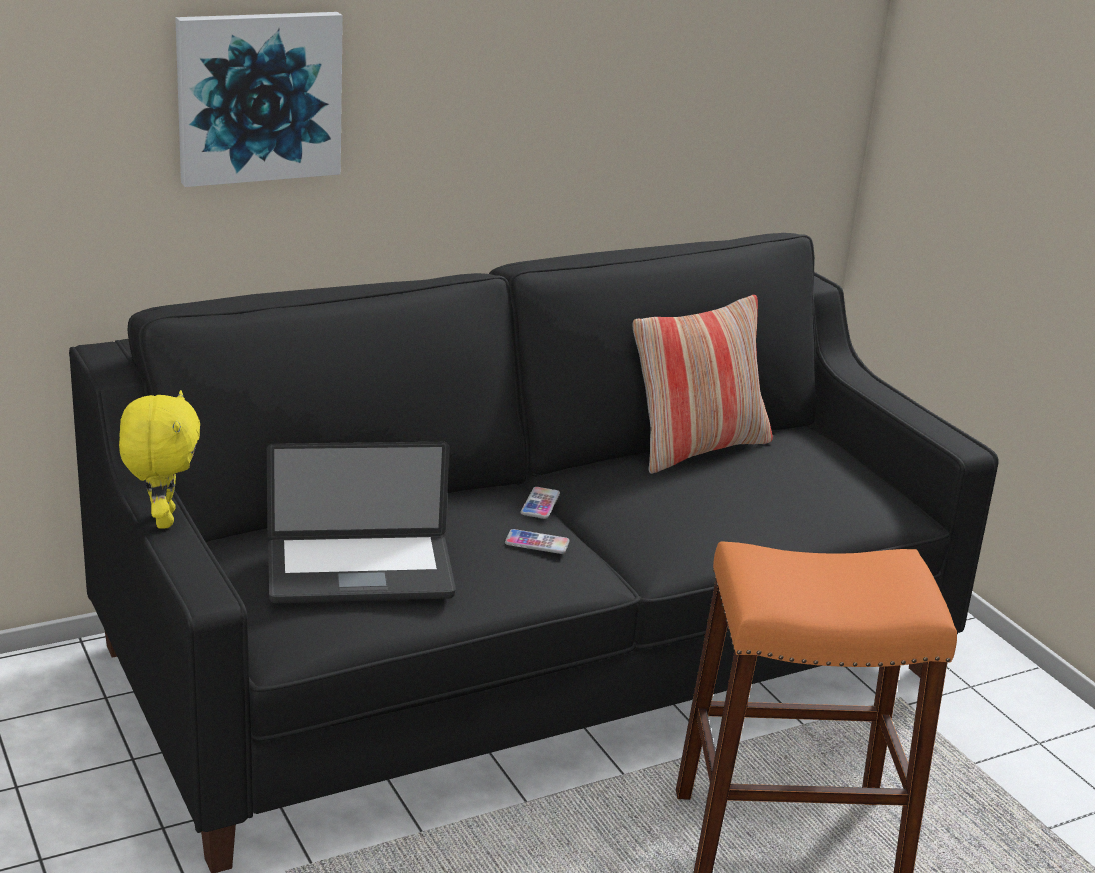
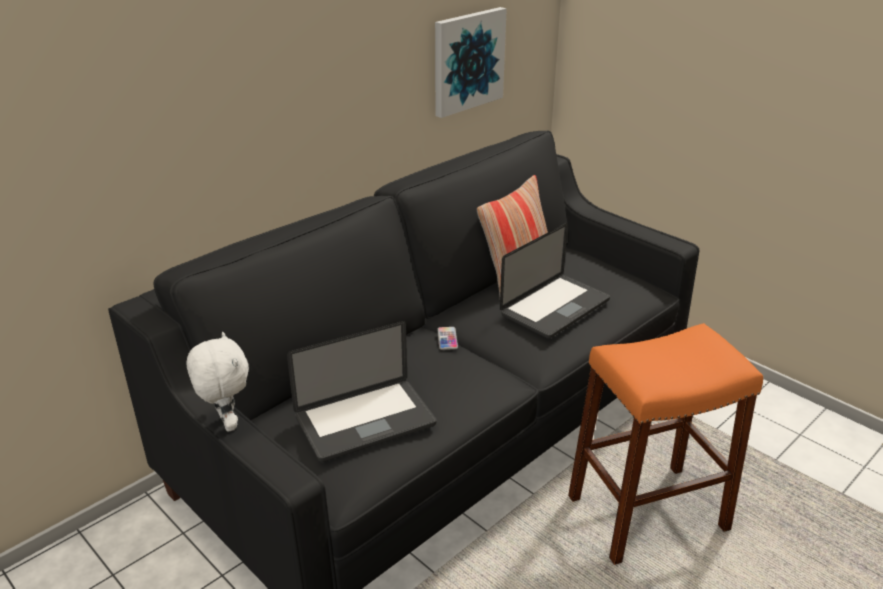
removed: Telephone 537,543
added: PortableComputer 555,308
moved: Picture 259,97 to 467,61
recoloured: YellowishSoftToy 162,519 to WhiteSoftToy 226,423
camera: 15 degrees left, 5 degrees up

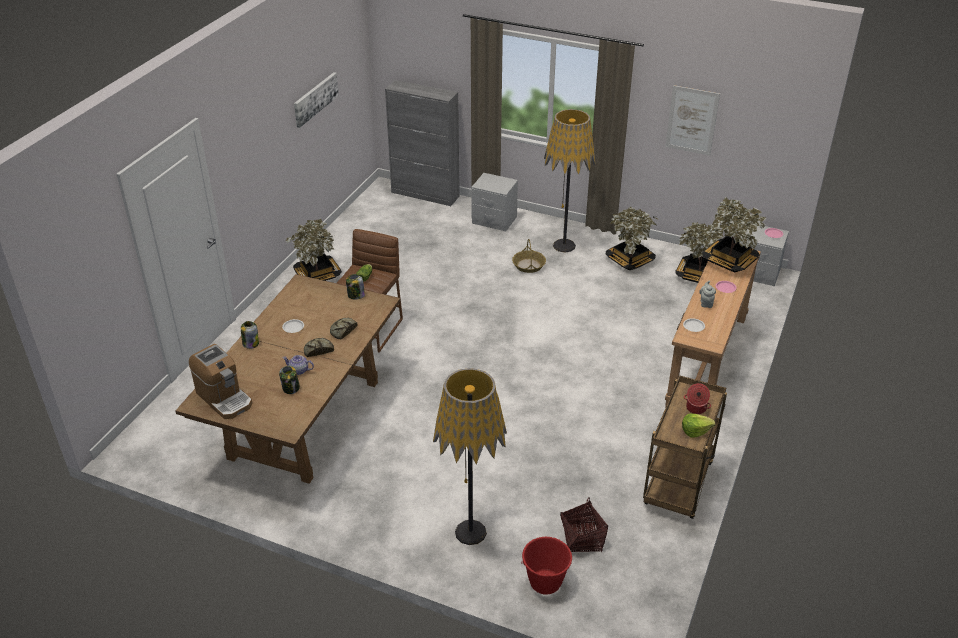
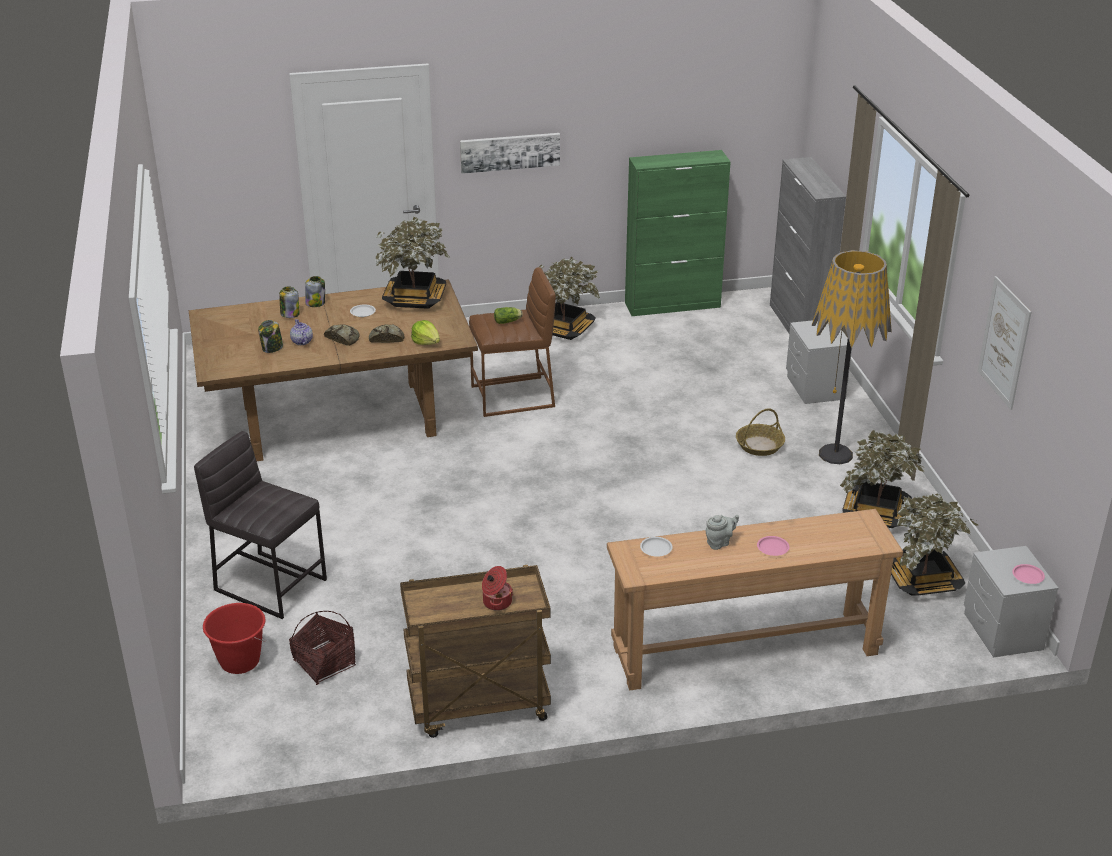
removed: CoffeeMaker 224,398
added: GreenCabinet 673,305
moved: Picture 315,99 to 510,152; PreserveJar 356,295 to 290,314; HeadOfLettuce 695,431 to 426,342; PlantInAPot 729,261 to 414,299
replaced: StandardLamp 470,532 to GreyishStoolSeat 270,584
camera: 55 degrees right, 5 degrees down

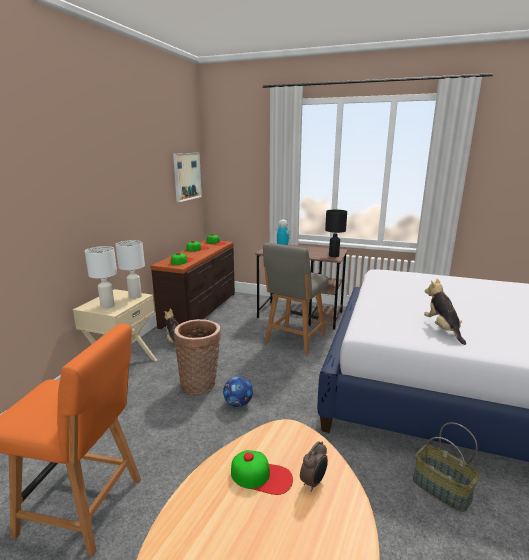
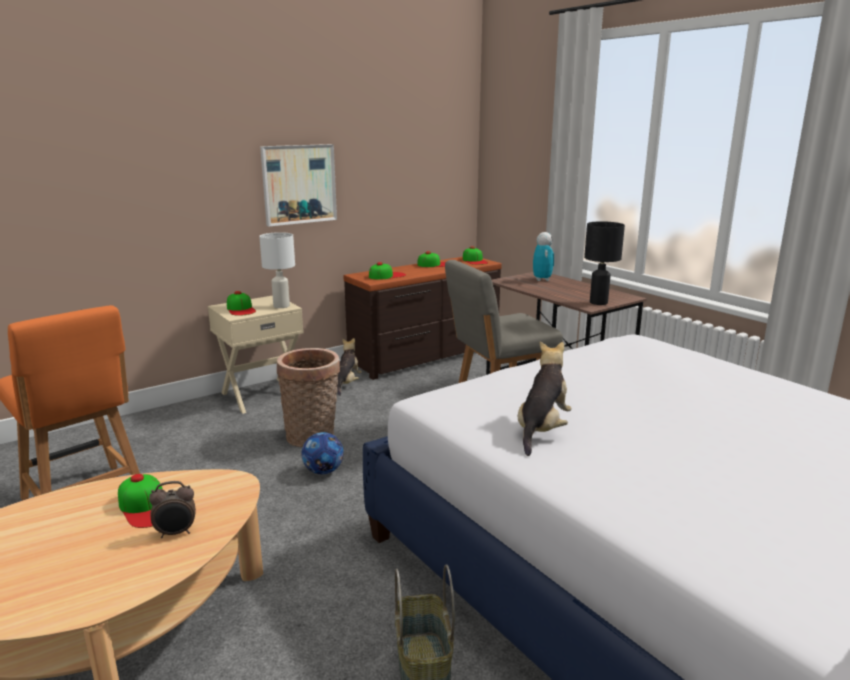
moved: Picture 186,176 to 299,184
replaced: WhiteTableLamp 107,305 to Cap 241,309
camera: 35 degrees right, 0 degrees up

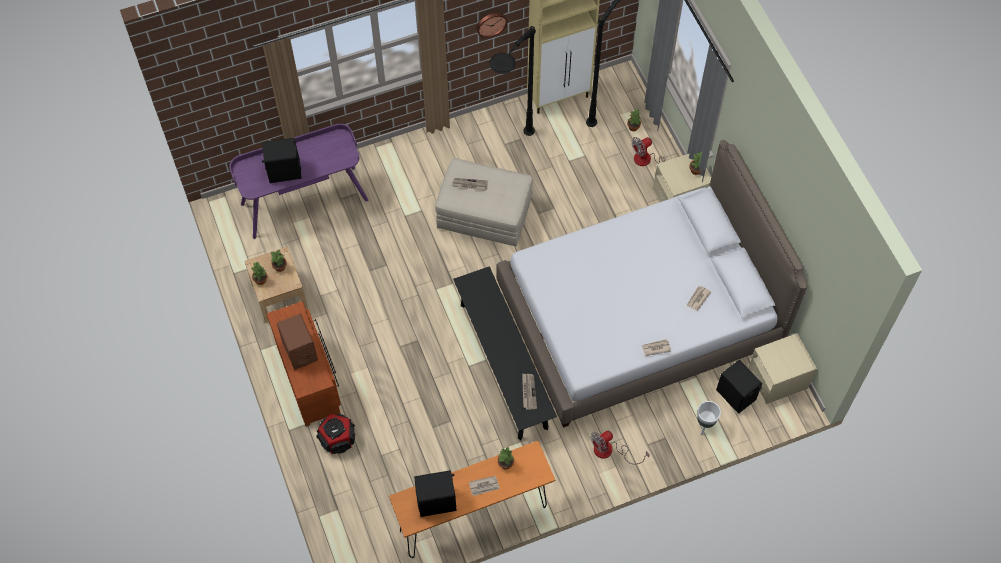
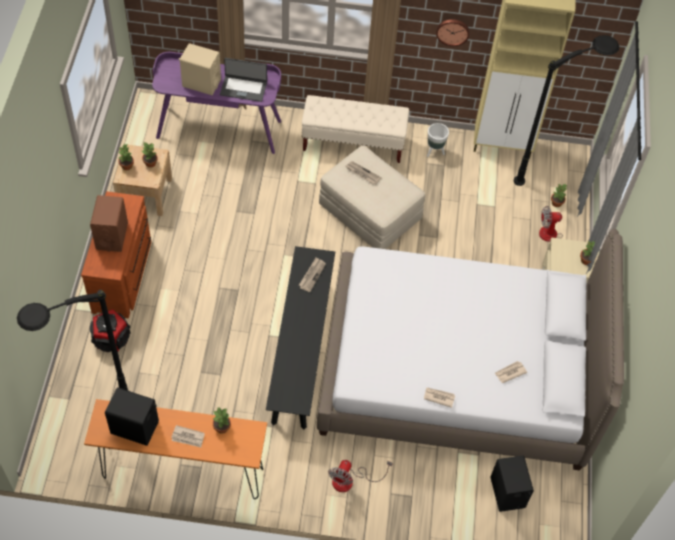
removed: SandColouredBedsideTable 777,379
added: PortableComputer 243,88; SandColouredIndoorBench 353,143
moved: BlackStandardLamp 509,156 to 85,414; PrintedPaper 528,391 to 312,275; WhitePlantPot 705,425 to 434,152
recoloured: BlackLoudspeaker 284,171 to SandColouredLoudspeaker 201,83
turned: Fan 610,451 = 350,480 60 degrees counterclockwise
camera: 25 degrees right, 5 degrees down

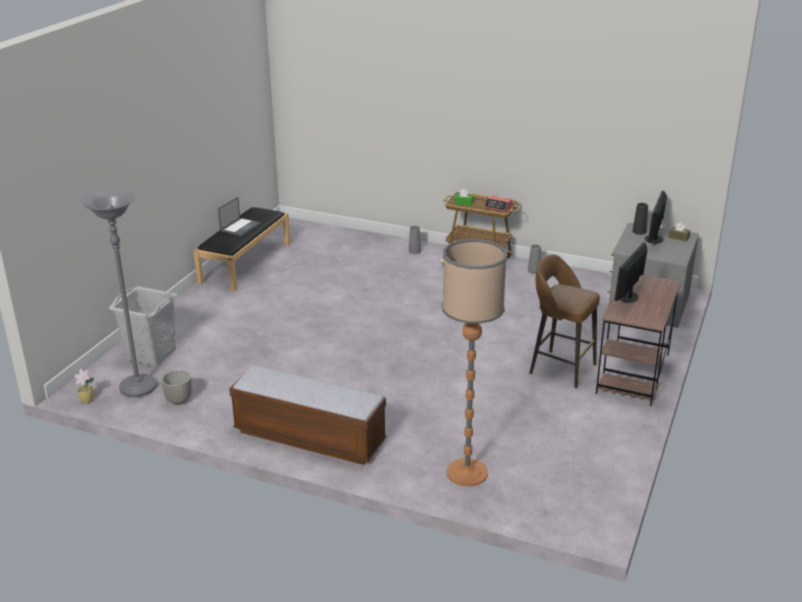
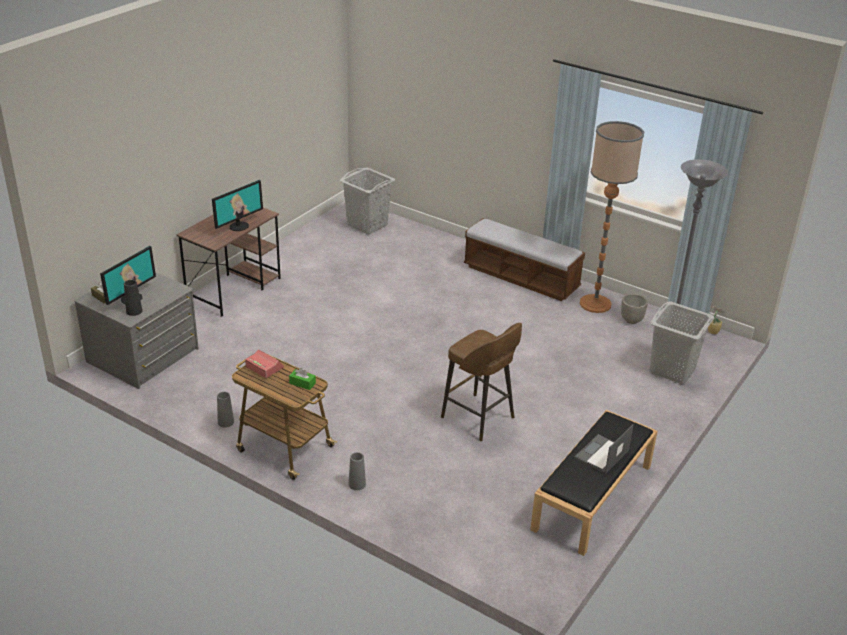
added: GreyishLaundryBasket 367,224
moved: StandardLamp 467,473 to 595,304; BrownStoolSeat 560,368 to 479,418
camera: 170 degrees left, 5 degrees up

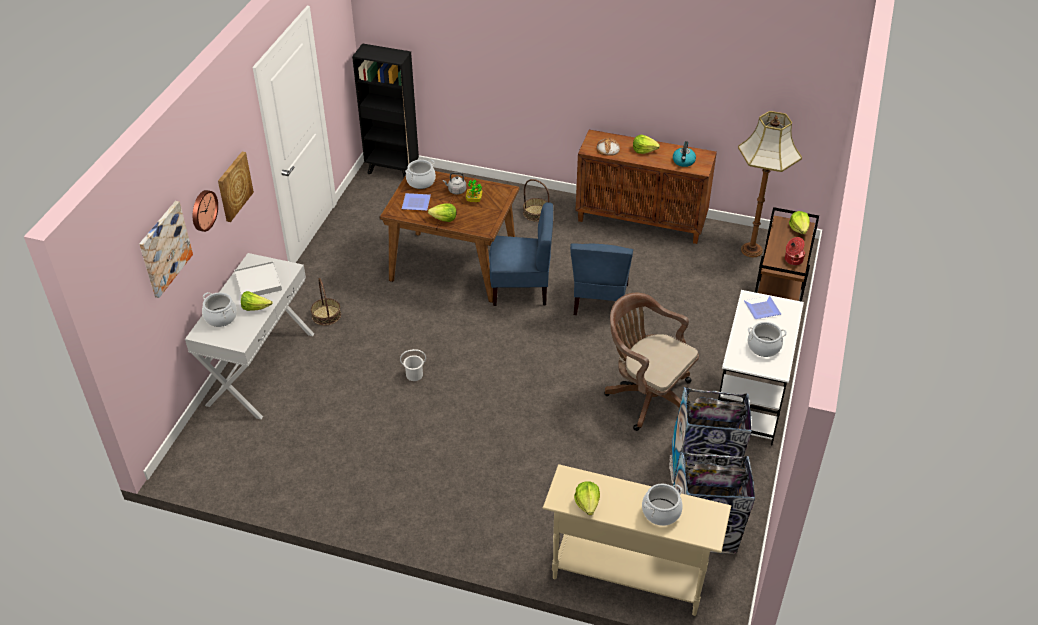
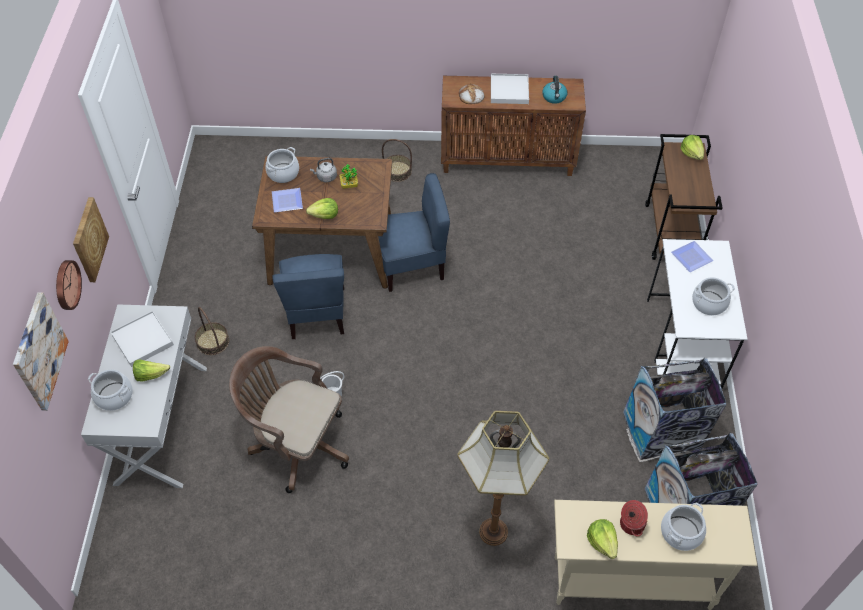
removed: BlackBookshelf 392,170
moved: BlueColouredUprightChair 599,300 to 316,314; BrownDeskChair 647,396 to 296,444; StandardLamp 751,251 to 493,533; Saucepot 793,260 to 631,524
replaced: HeadOfLettuce 644,150 to WhiteCarryingTray 509,90
camera: 15 degrees left, 10 degrees up

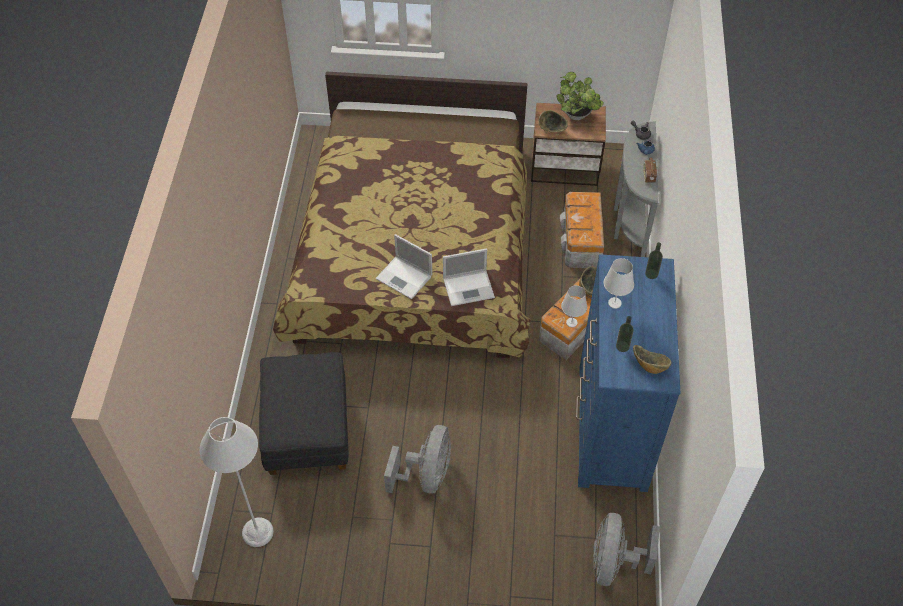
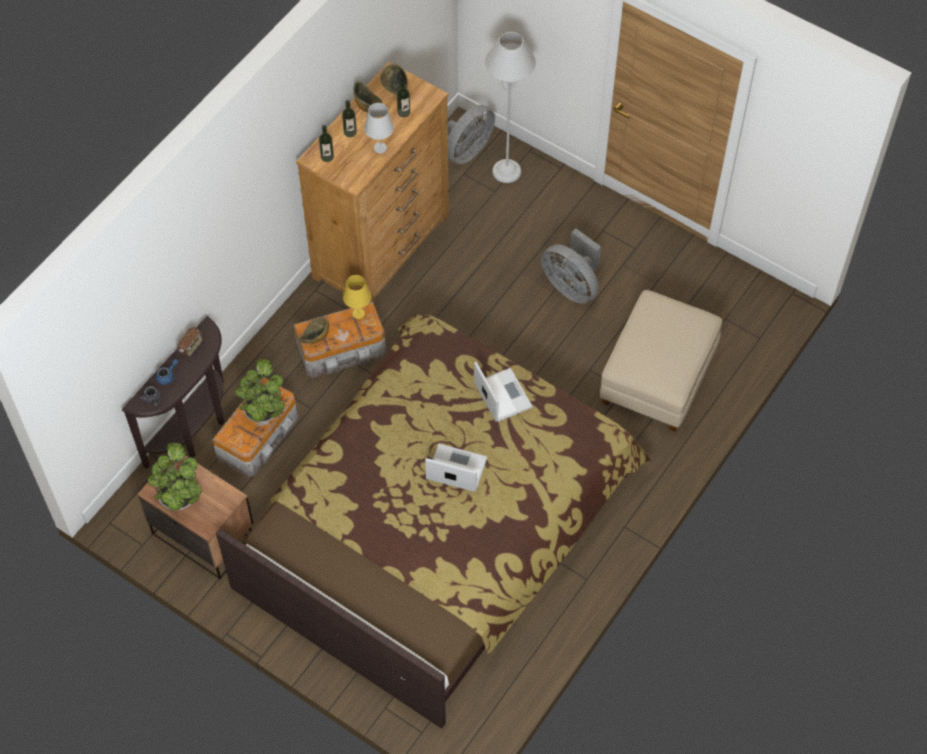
added: PlantInAPot 263,410; DrinkBottle 350,132
moved: GreyishStandardLamp 257,532 to 506,171; PortableComputer 469,287 to 455,468; Bowl 552,129 to 367,105
recoloured: BlackOttoman 306,428 to SandColouredOttoman 658,378; WhiteTableLamp 572,322 to YellowishTableLamp 358,313; BlueColouredChestOfDrawers 611,428 to BrownChestOfDrawers 382,246; GreyishNarrowTable 628,224 to BrownNarrowTable 195,430
turned: GreyishFan 426,475 = 572,286 90 degrees counterclockwise
camera: 150 degrees left, 5 degrees up

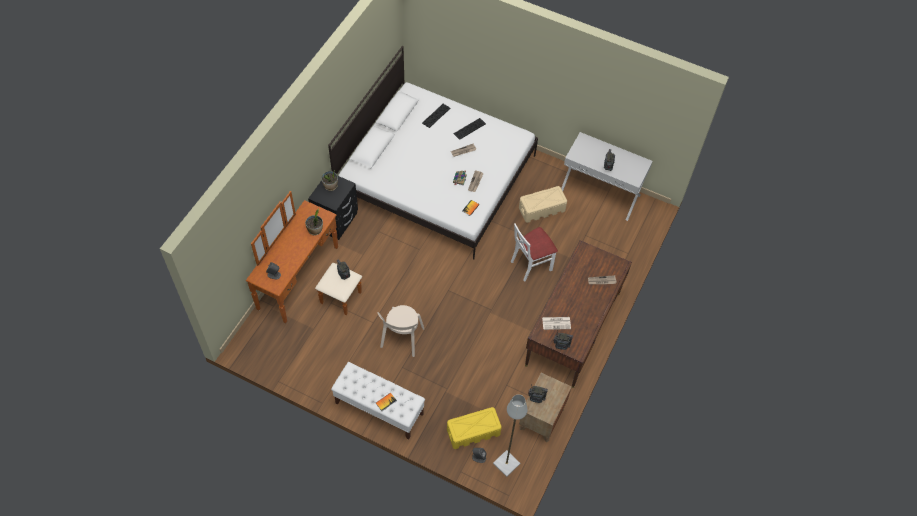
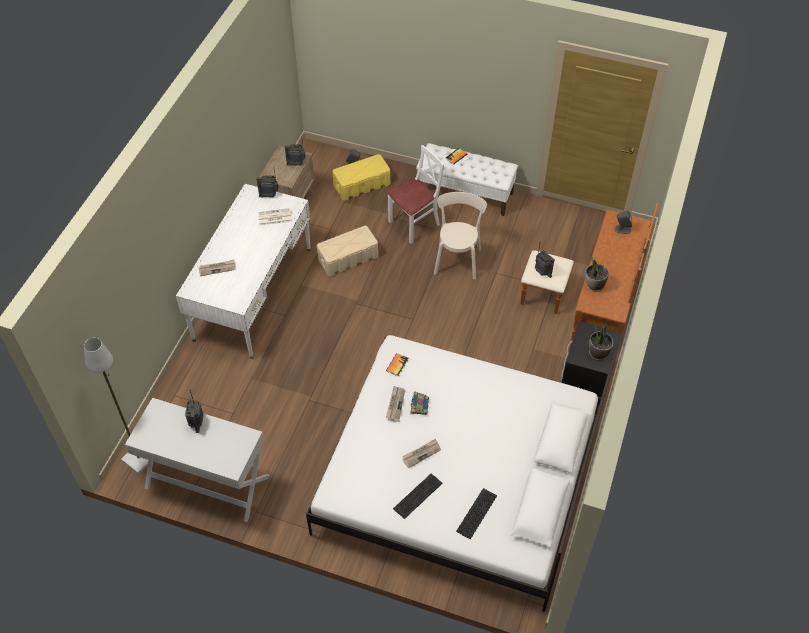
moved: GreyishStandardLamp 506,464 to 139,458; WhiteUprightChair 531,265 to 414,224; SandColouredStorageBin 541,209 to 348,258
recoloured: BrownDeskUnit 573,328 to WhiteDeskUnit 253,294
camera: 175 degrees right, 5 degrees down

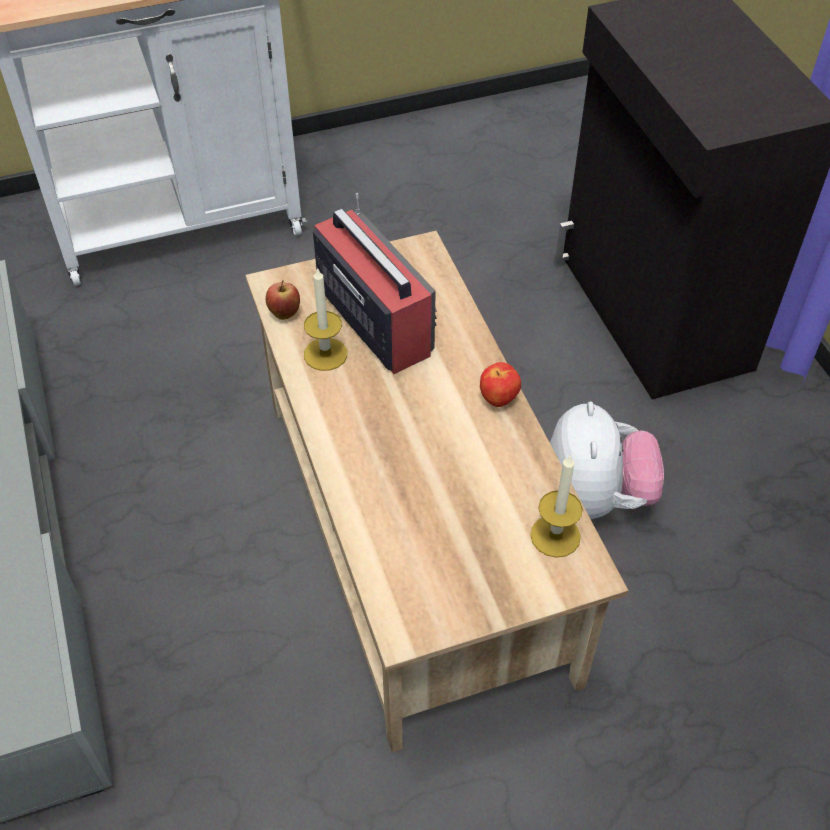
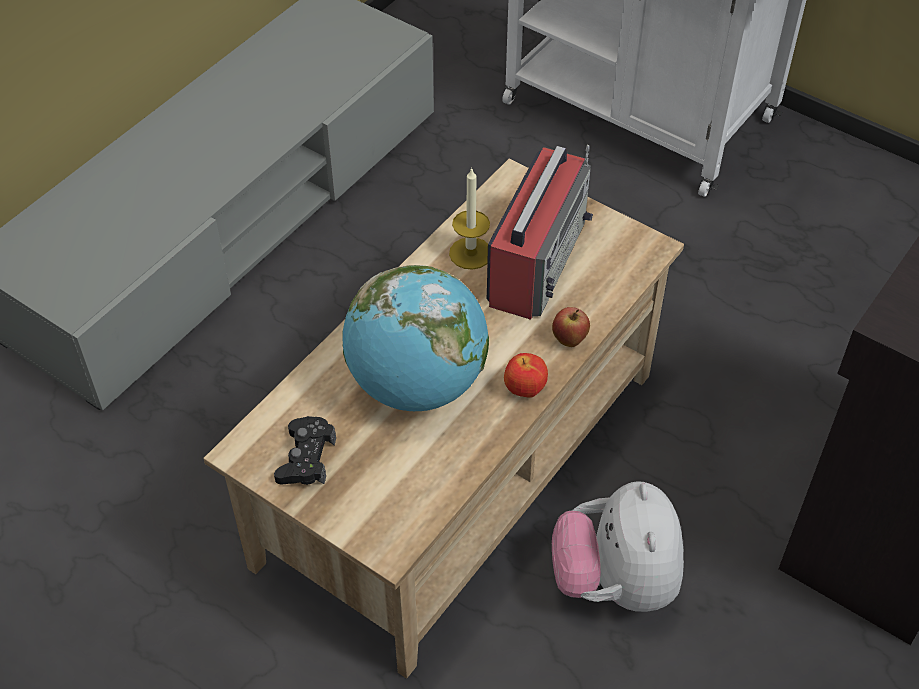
removed: WaxLight 555,536
added: BlackJoypad 306,458; DeskGlobe 417,384
moved: Apple 284,314 to 569,340
turned: SoftToy 595,497 = 615,581 120 degrees clockwise
camera: 55 degrees right, 0 degrees up

